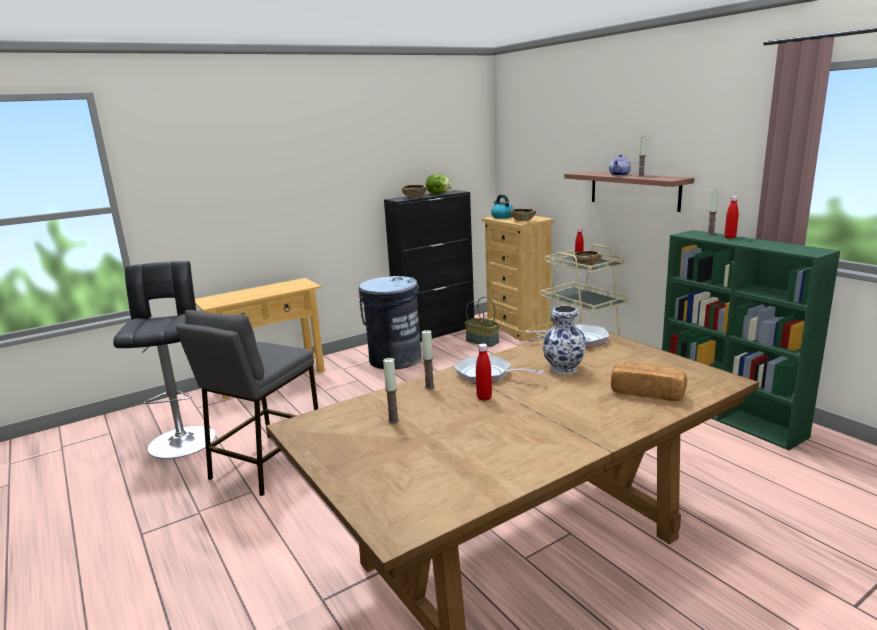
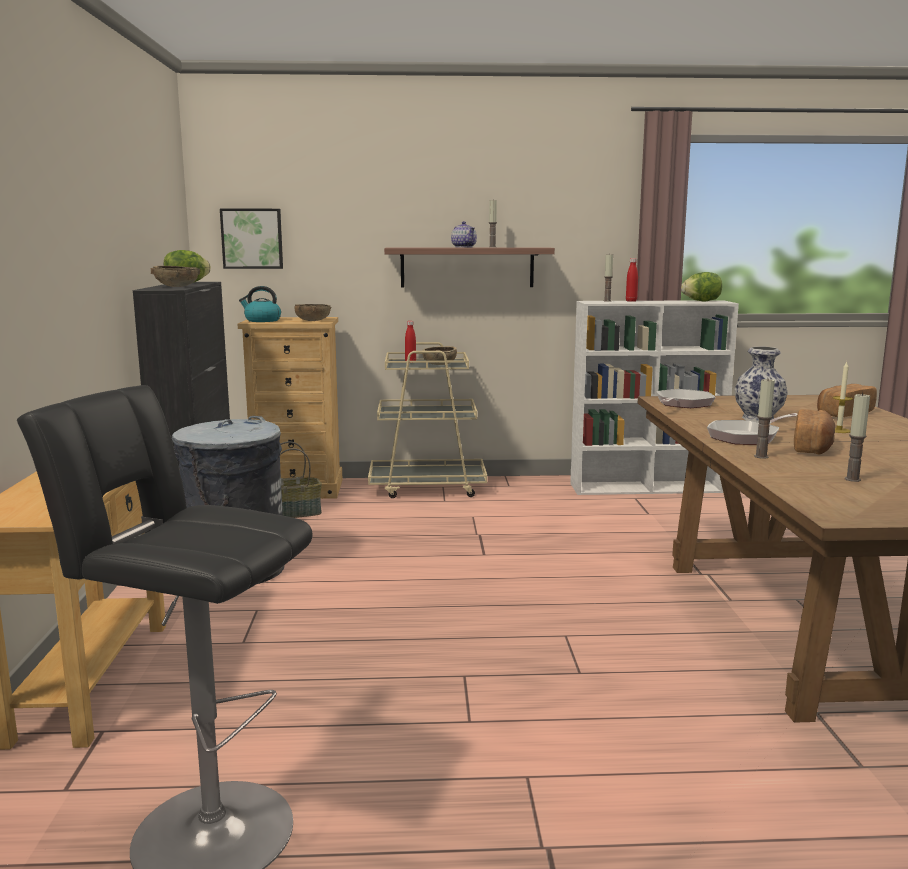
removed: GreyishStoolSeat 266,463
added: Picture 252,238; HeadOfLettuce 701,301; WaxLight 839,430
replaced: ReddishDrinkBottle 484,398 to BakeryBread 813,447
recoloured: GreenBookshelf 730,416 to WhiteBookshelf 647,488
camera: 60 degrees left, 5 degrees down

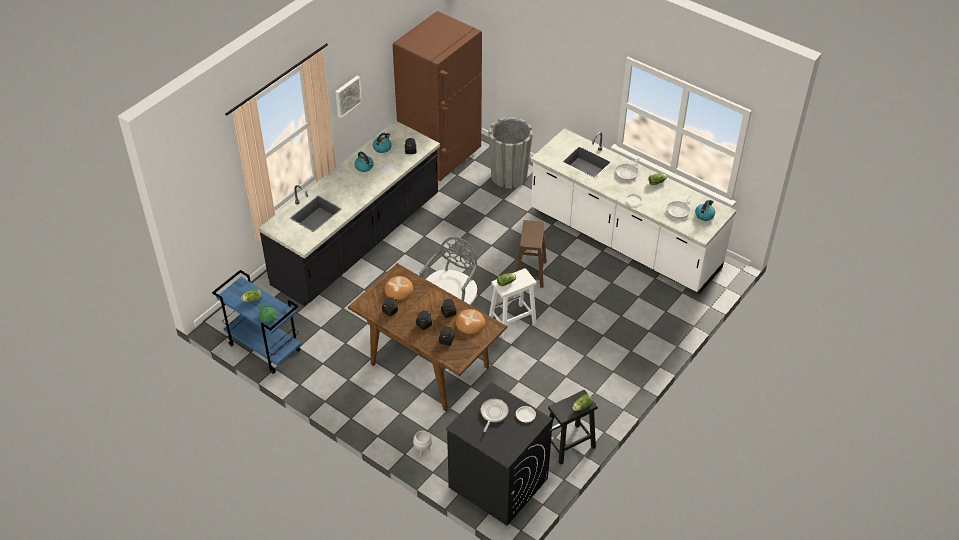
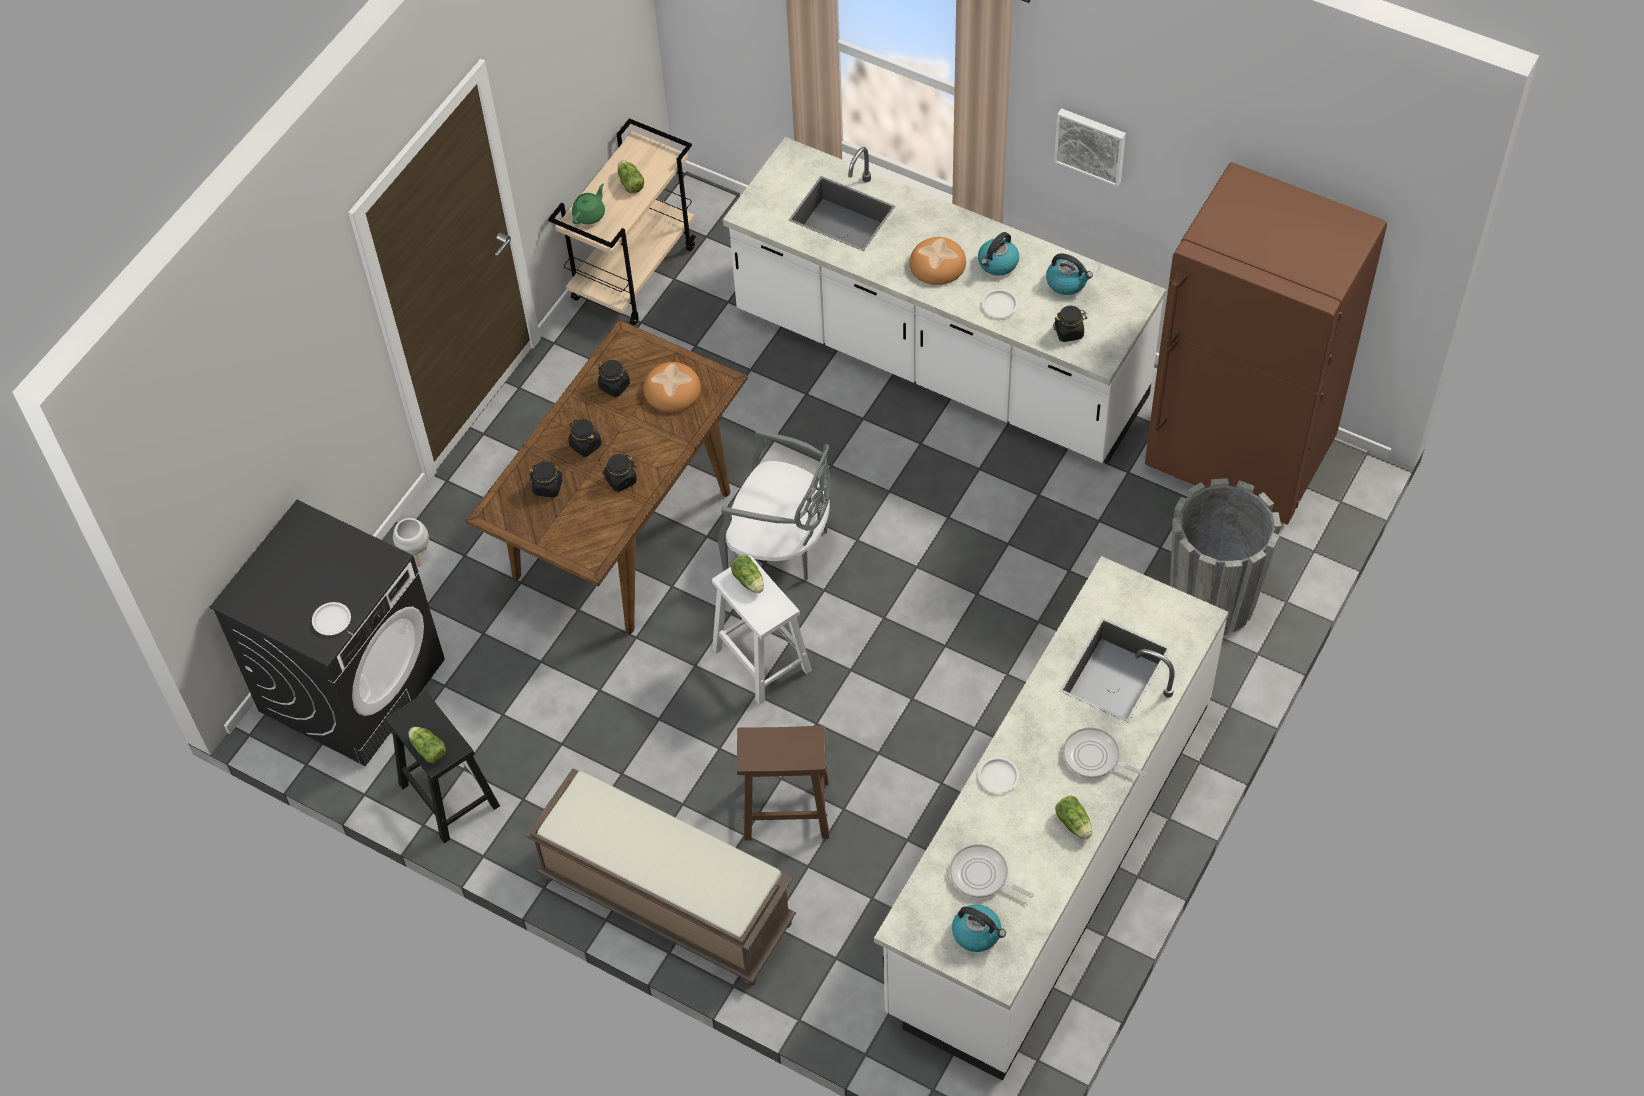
removed: Skillet 493,413
added: BrownIndoorBench 664,900
moved: BakeryBread 470,323 to 938,263; BrownStoolSeat 530,273 to 784,810
recoloured: BlueColouredCart 263,348 to SandColouredCart 634,272; BlackKitchenCounter 358,241 to WhiteKitchenCounter 939,358
camera: 85 degrees right, 10 degrees up

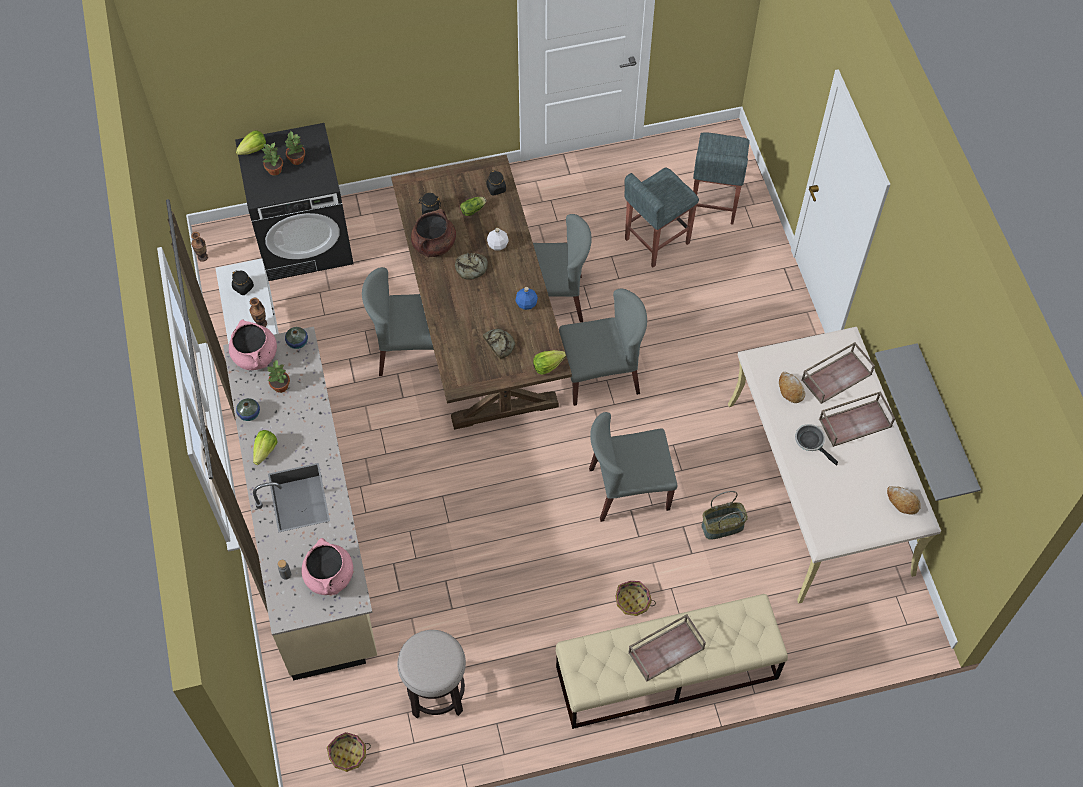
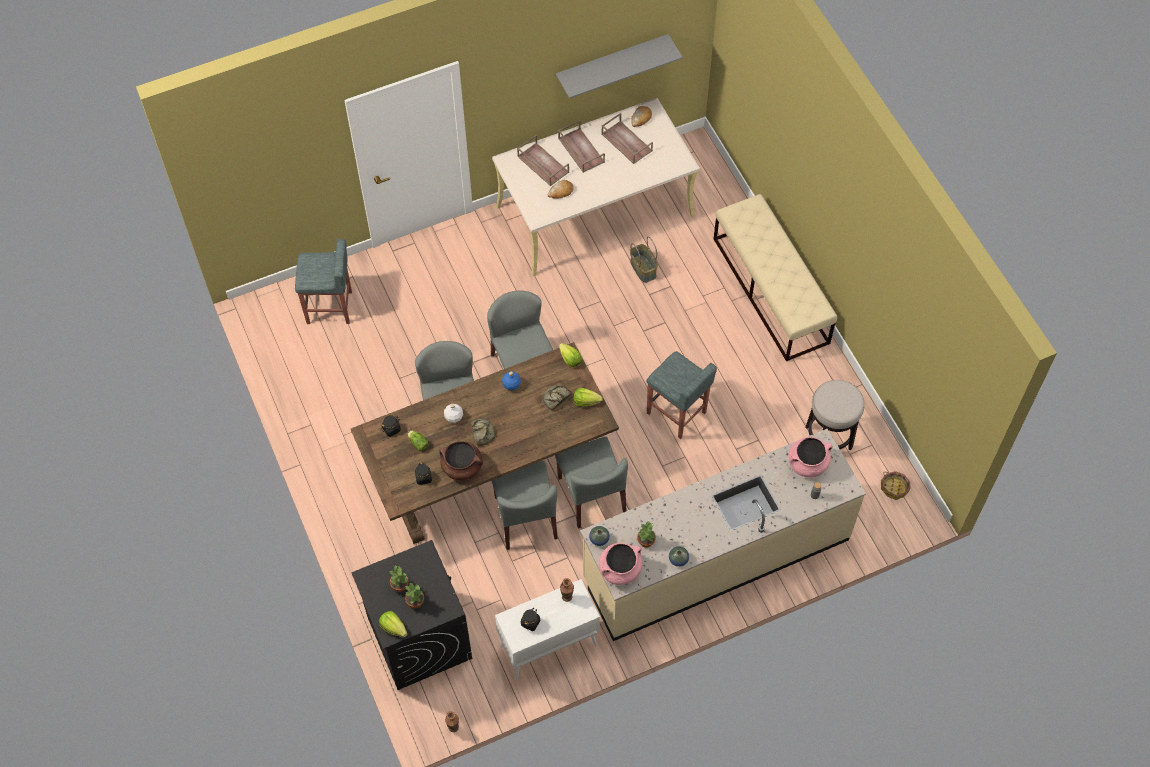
removed: HouseholdBasket 633,601; Skillet 811,442
moved: HeadOfLettuce 265,451 to 586,401; GreyishUprightChair 628,489 to 592,495; GreyishStoolSeat 656,241 to 677,414; BrownCarryingTray 666,649 to 626,142
camera: 100 degrees left, 0 degrees up

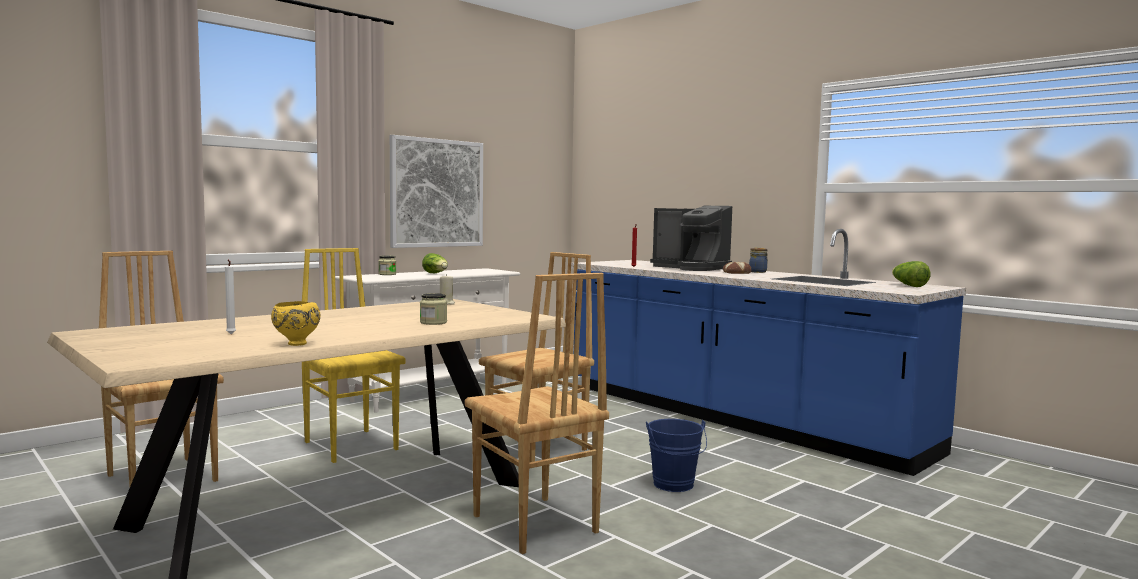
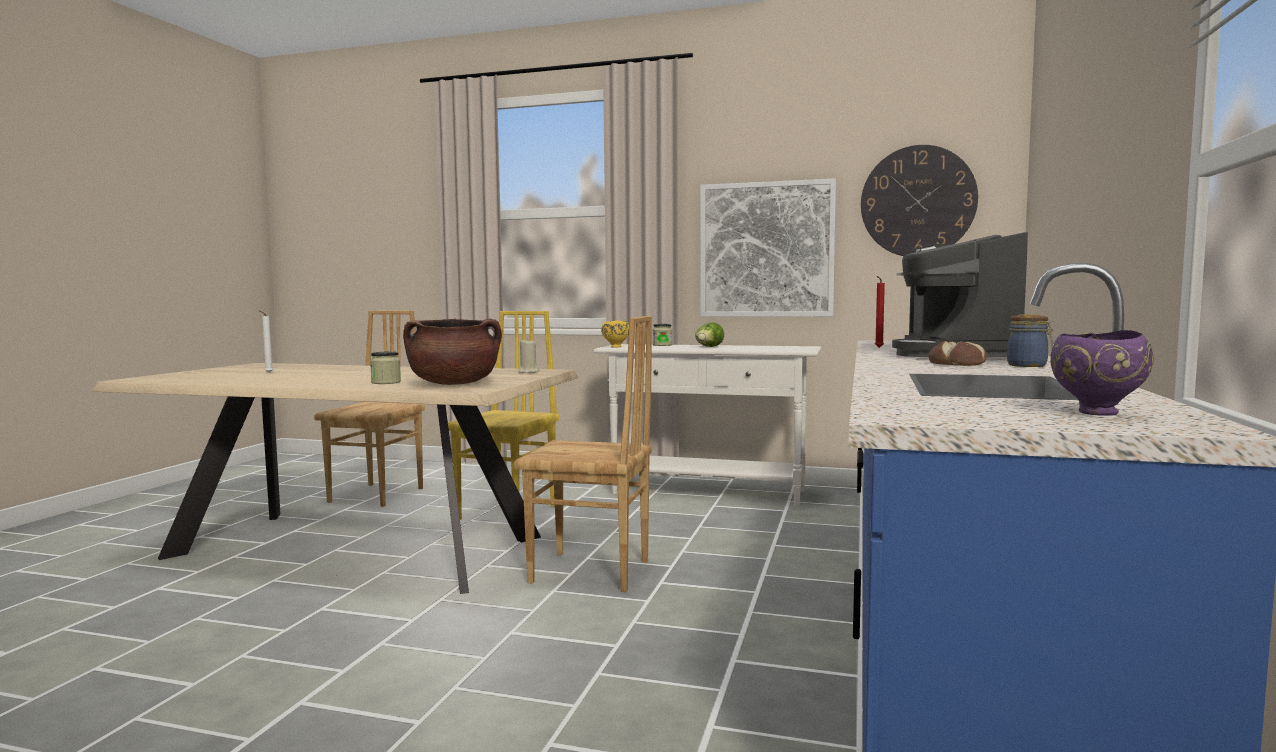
removed: BrownUprightChair 533,525; BlueColouredBucket 674,486
added: BrownSaucepot 454,384; HangingClock 918,201
moved: YellowishBowl 295,344 to 615,347
replaced: HeadOfLettuce 908,285 to PurplishBowl 1096,413
camera: 60 degrees right, 0 degrees up

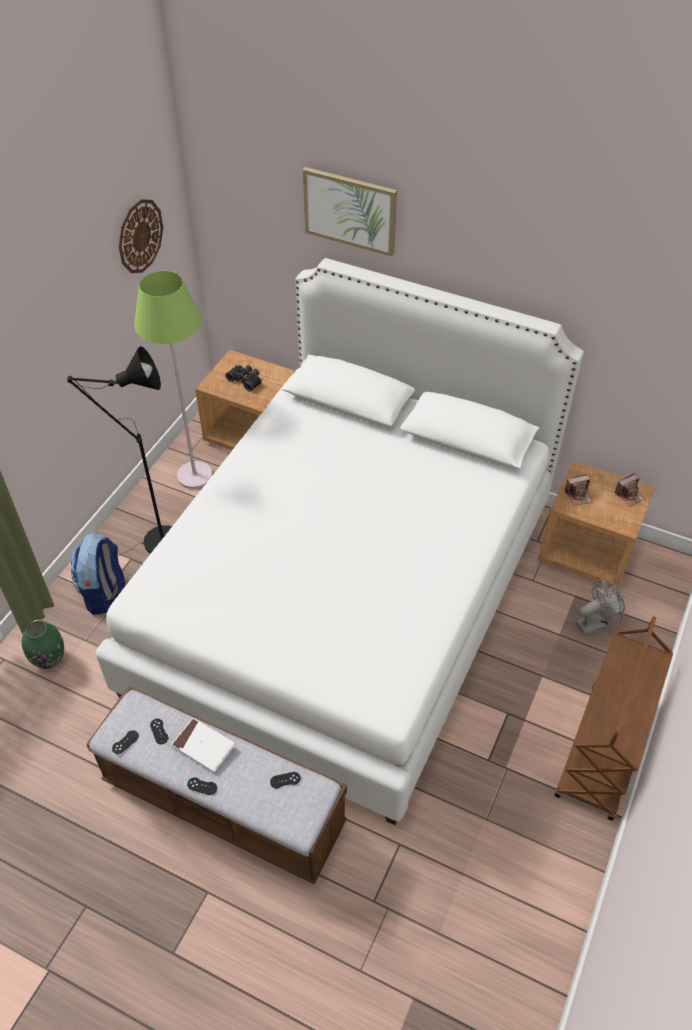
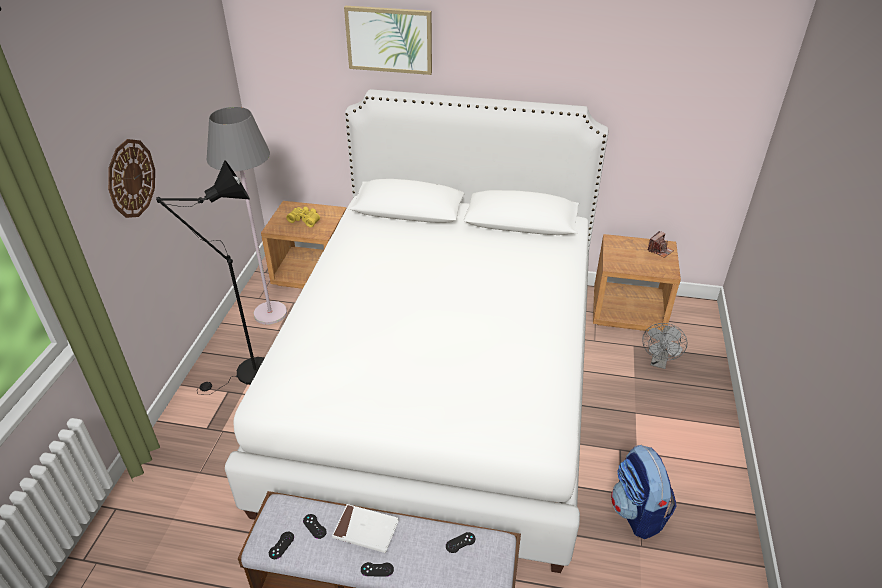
removed: GreenVase 49,659; BrownCart 602,753; PhotoCamera 578,496
moved: Backpack 104,593 to 637,512; HangingClock 140,236 to 131,178
recoloured: GreenStandardLamp 194,476 to GreyishStandardLamp 270,313; BlackBinoculars 246,380 to YellowishBinoculars 305,220
turned: GreyishFan 595,623 = 659,362 150 degrees clockwise
camera: 15 degrees left, 10 degrees down

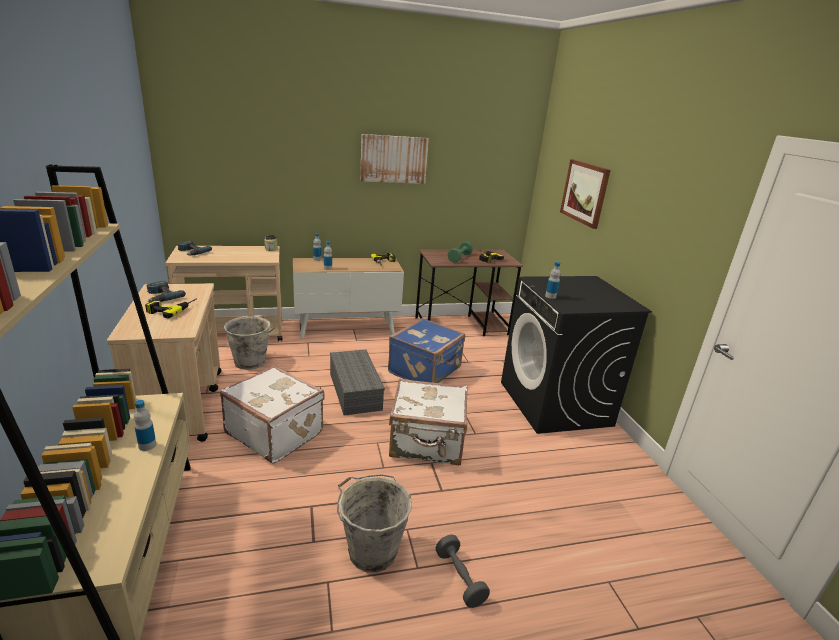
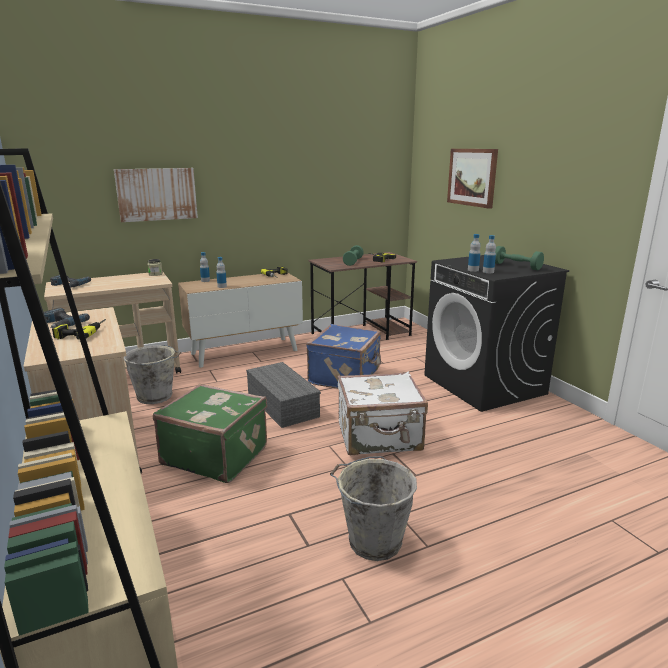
removed: GreyishFreeWeight 460,578
added: GreenFreeWeight 516,266
moved: DrinkBottle 147,445 to 488,272; Picture 394,159 to 157,194
recoloured: WhitePieceOfLuggage 275,432 to GreenPieceOfLuggage 216,455
camera: 10 degrees left, 5 degrees down

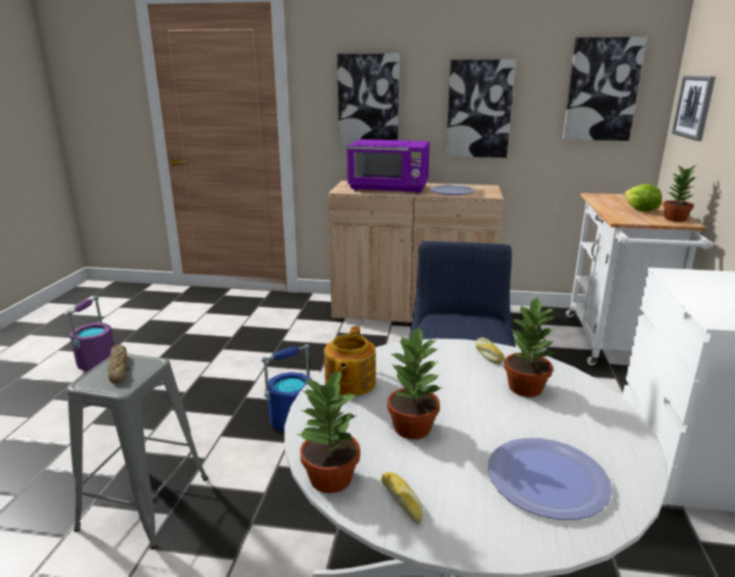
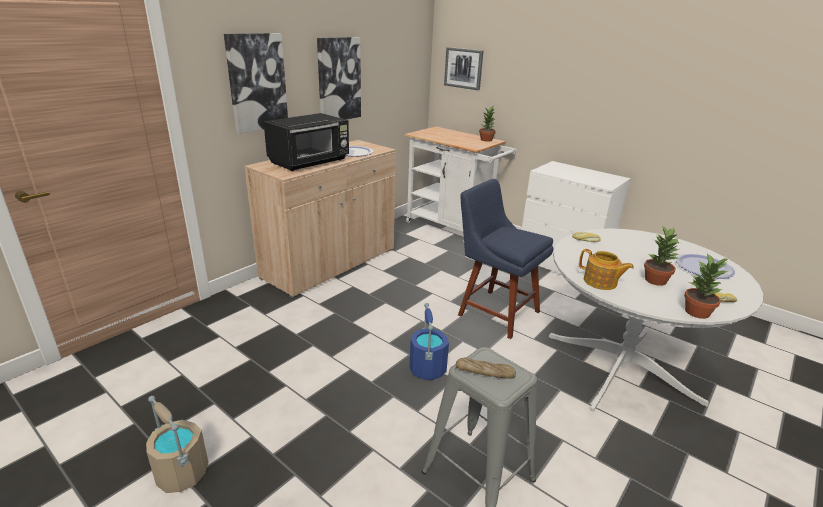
removed: PlantInAPot 526,388; Picture 602,90; HeadOfLettuce 640,211
recoloured: PurplishBucket 97,363 to SandColouredBucket 181,473; PurplishKitchenMicrowave 389,188 to BlackKitchenMicrowave 310,162
camera: 60 degrees left, 5 degrees up

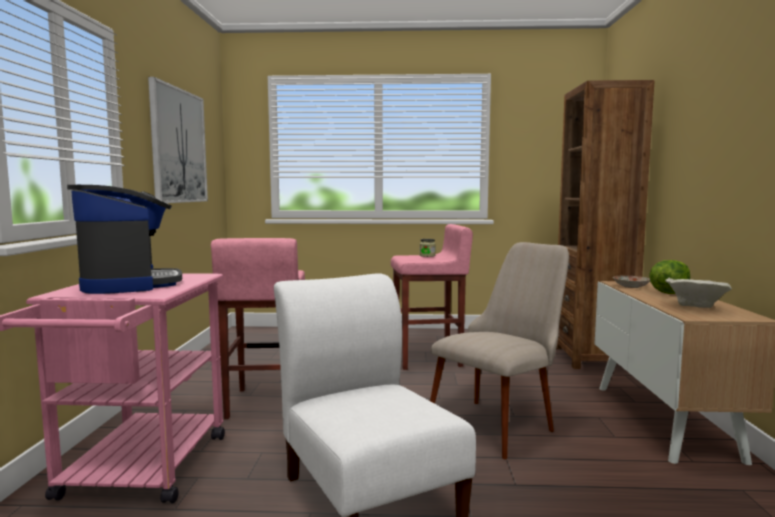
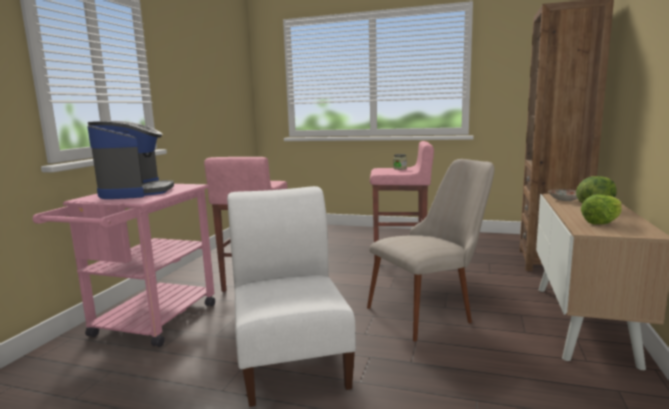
removed: Picture 178,146
replaced: SandColouredBowl 695,308 to HeadOfLettuce 602,222
camera: 15 degrees right, 5 degrees up

